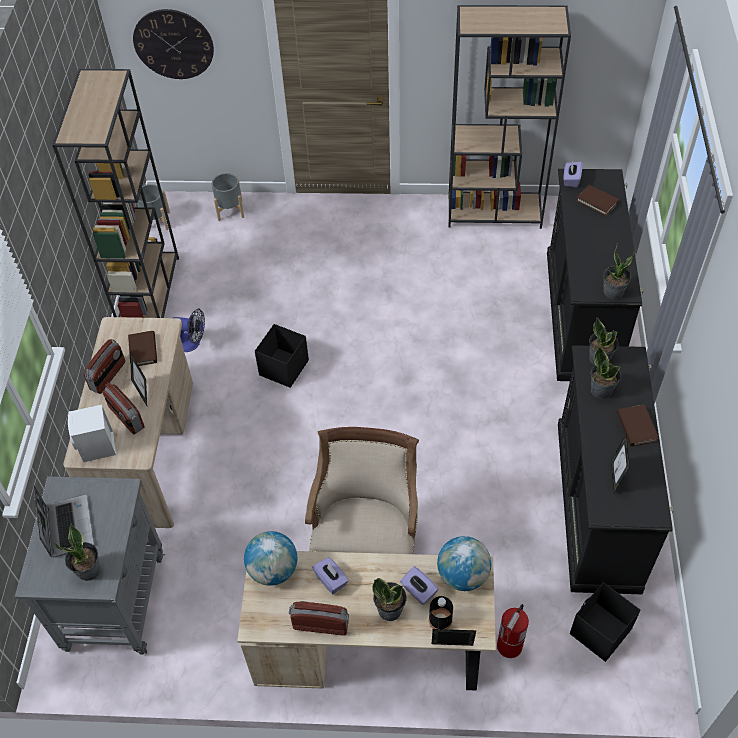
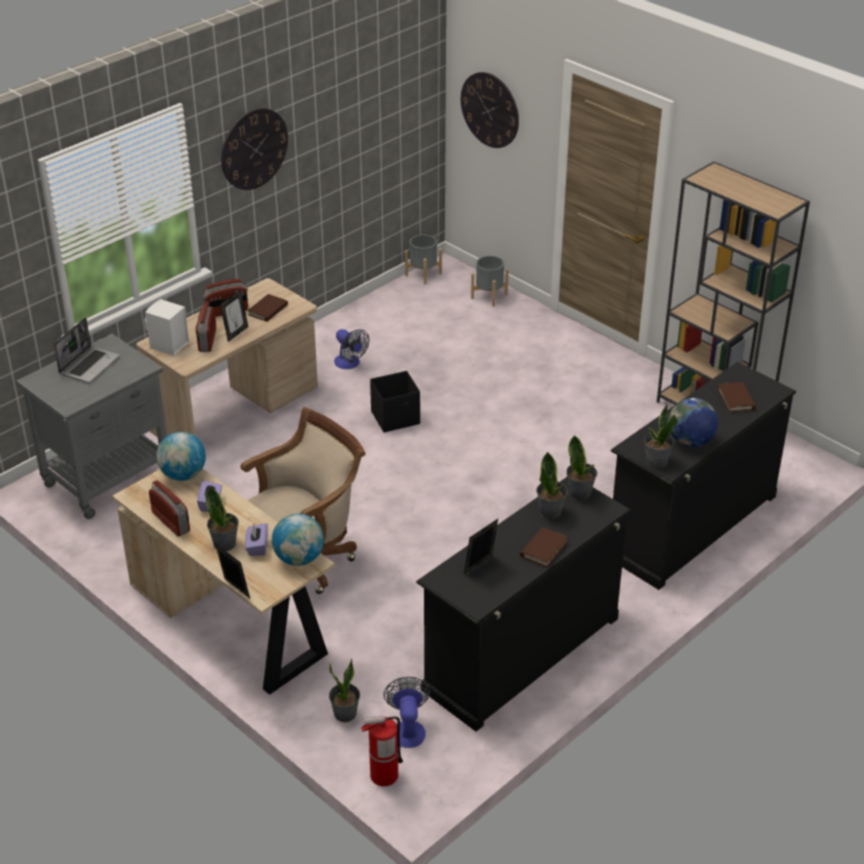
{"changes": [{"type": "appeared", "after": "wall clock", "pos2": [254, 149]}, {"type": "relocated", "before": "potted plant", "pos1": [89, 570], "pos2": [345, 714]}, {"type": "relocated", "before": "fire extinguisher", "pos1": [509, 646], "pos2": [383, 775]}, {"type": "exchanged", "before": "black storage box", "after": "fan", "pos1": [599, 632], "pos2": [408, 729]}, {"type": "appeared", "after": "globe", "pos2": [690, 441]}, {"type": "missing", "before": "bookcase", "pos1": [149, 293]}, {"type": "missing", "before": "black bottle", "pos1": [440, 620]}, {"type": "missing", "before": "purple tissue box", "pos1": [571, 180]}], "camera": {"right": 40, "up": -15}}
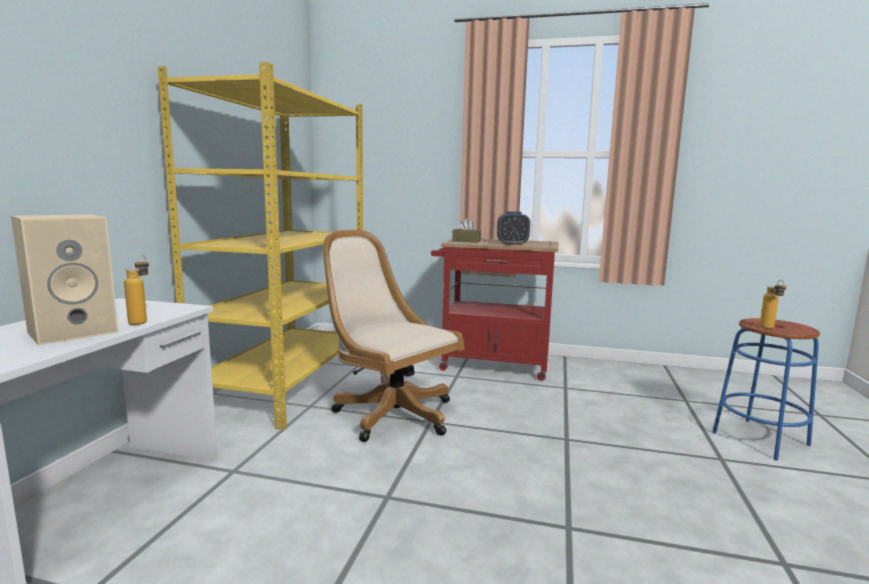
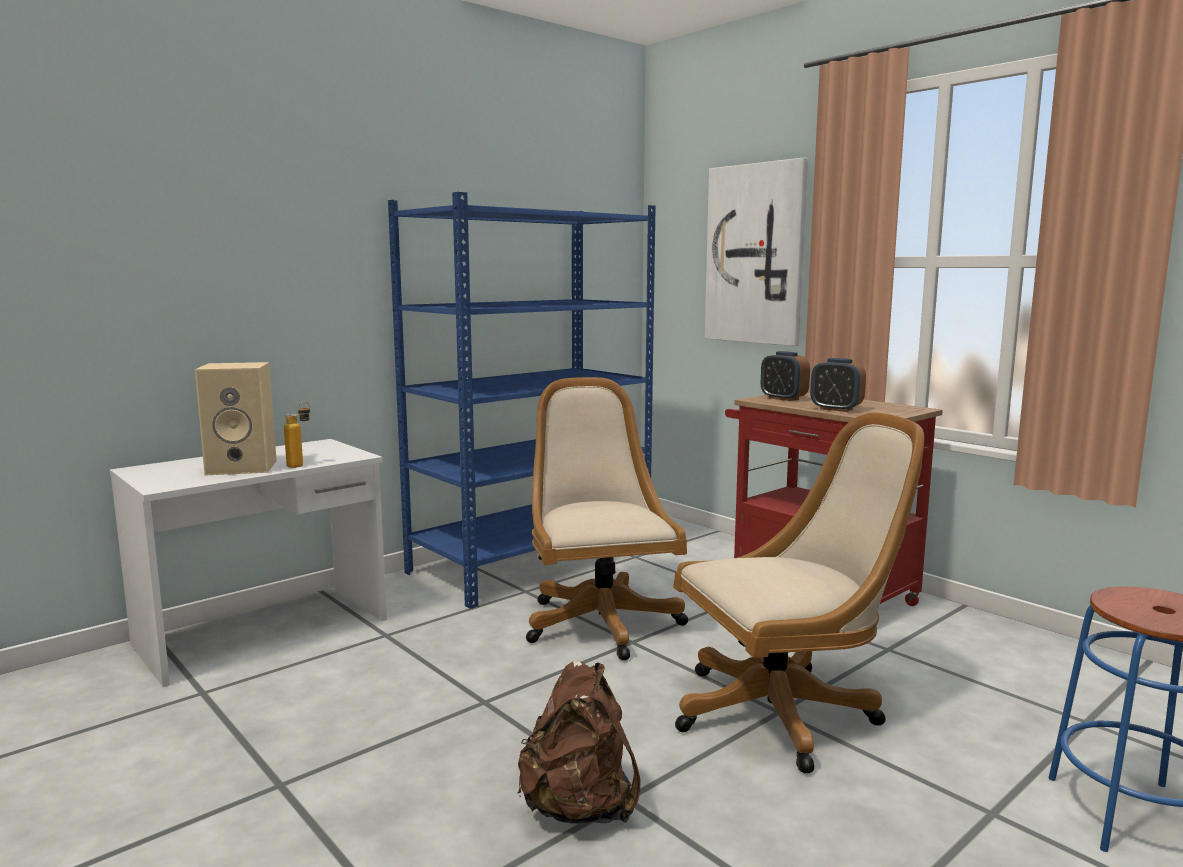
{"changes": [{"type": "colour", "before": "yellow bookcase", "after": "blue bookcase", "pos1": [287, 384], "pos2": [531, 562]}, {"type": "appeared", "after": "brown backpack", "pos2": [579, 808]}, {"type": "appeared", "after": "office chair", "pos2": [786, 710]}, {"type": "appeared", "after": "picture", "pos2": [755, 254]}, {"type": "exchanged", "before": "brown tissue box", "after": "alarm clock", "pos1": [466, 241], "pos2": [783, 398]}, {"type": "missing", "before": "bottle", "pos1": [769, 329]}], "camera": {"right": 35, "up": 0}}
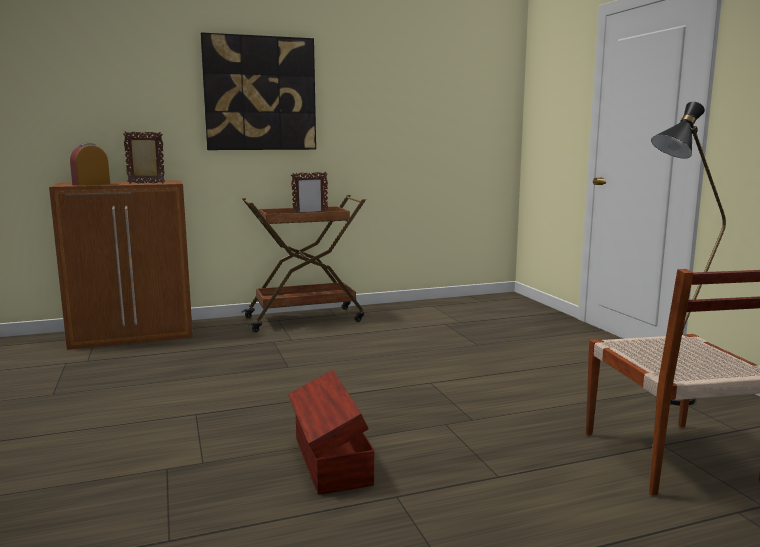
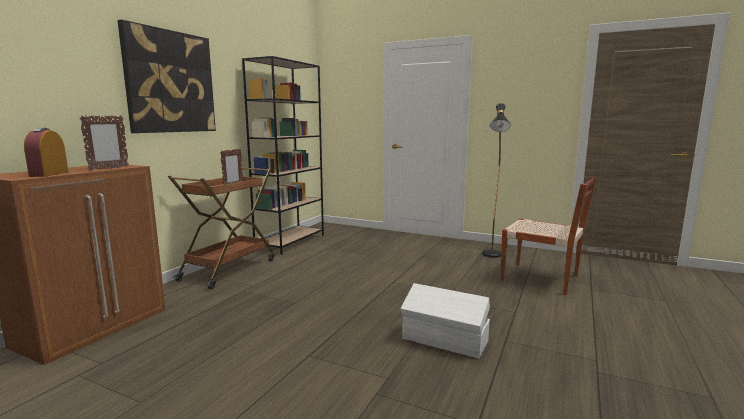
{"changes": [{"type": "spun", "before": "picture frame", "pos1": [146, 183], "pos2": [108, 168], "turn": 150}, {"type": "appeared", "after": "beige bookcase", "pos2": [290, 242]}, {"type": "colour", "before": "brown storage box", "after": "white storage box", "pos1": [330, 461], "pos2": [445, 340]}], "camera": {"right": -45, "up": 0}}
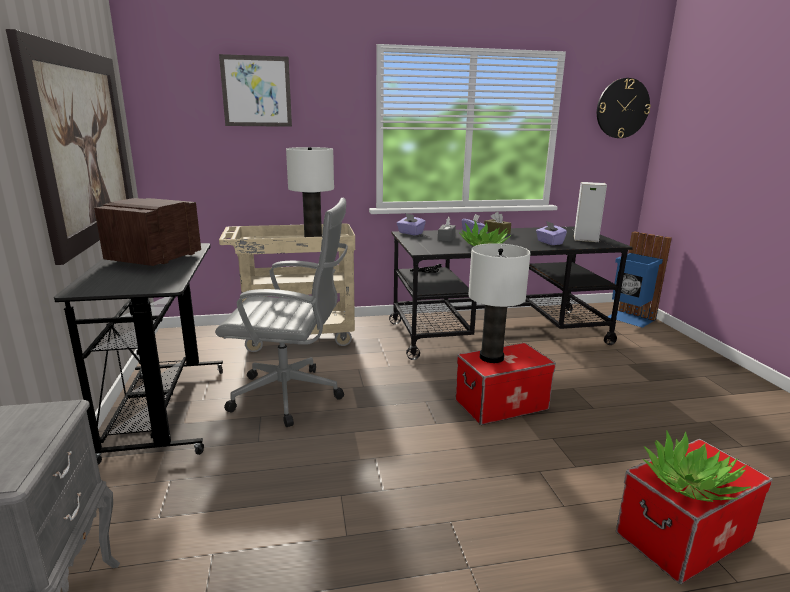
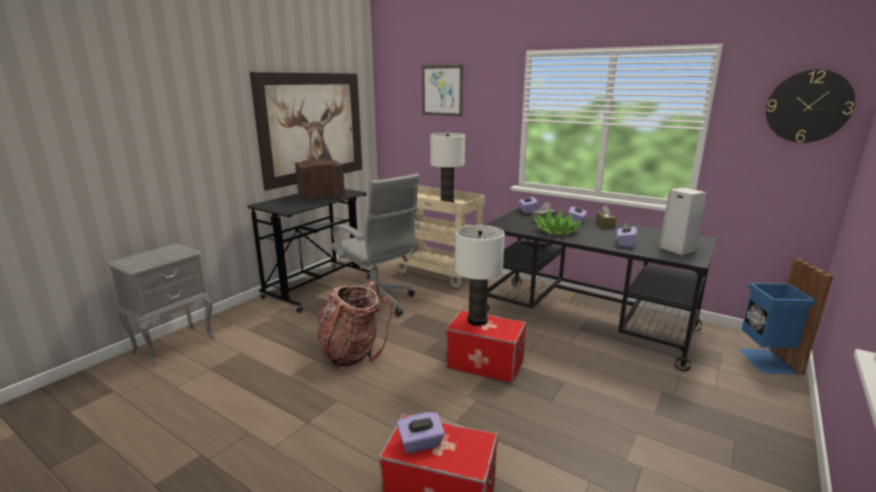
{"changes": [{"type": "appeared", "after": "backpack", "pos2": [352, 352]}, {"type": "exchanged", "before": "potted plant", "after": "purple tissue box", "pos1": [690, 483], "pos2": [421, 443]}], "camera": {"right": 45, "up": 0}}
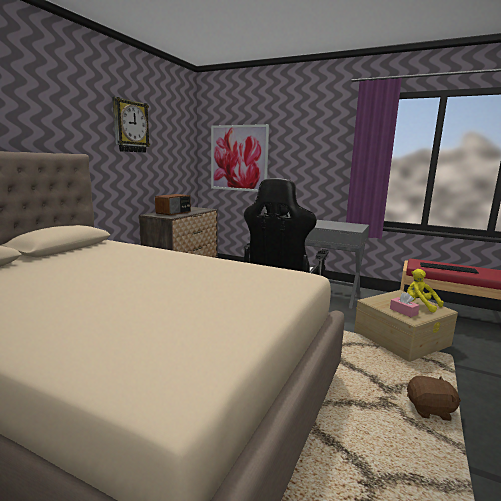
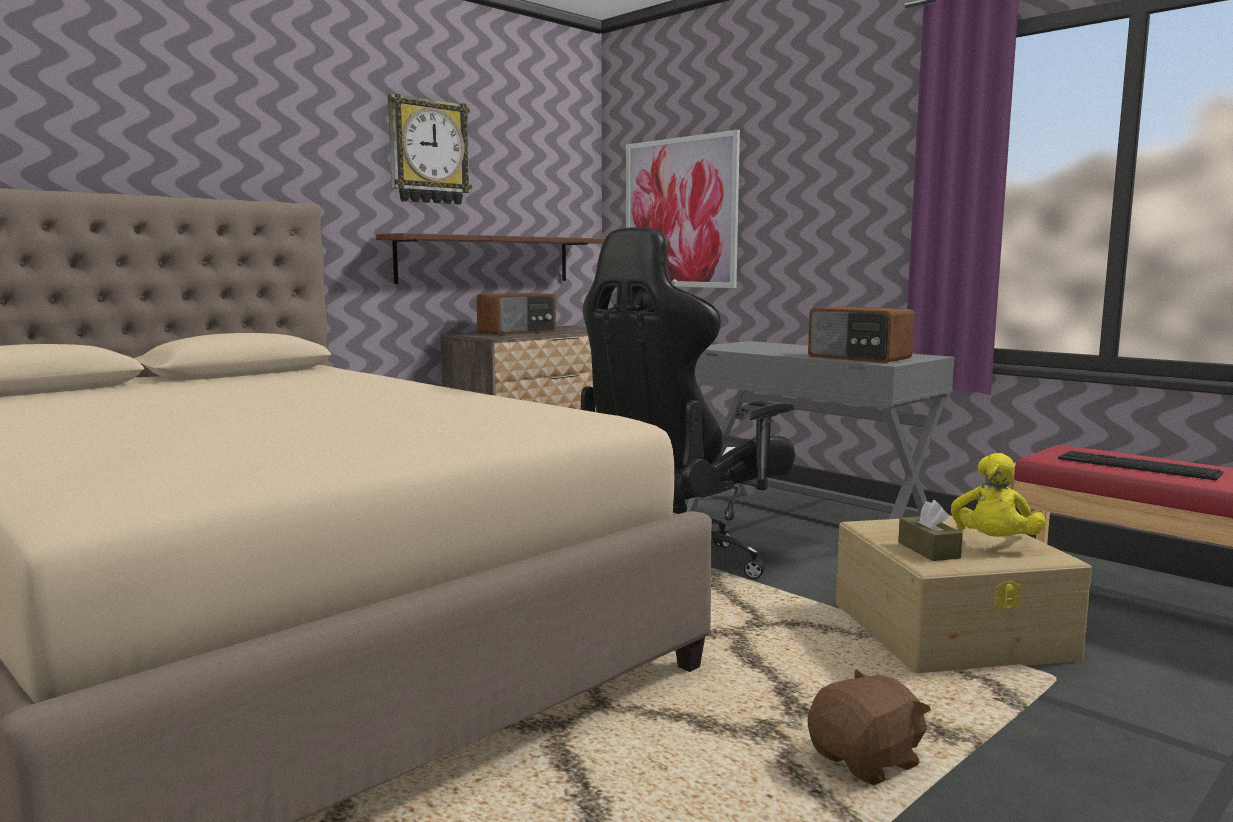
{"changes": [{"type": "appeared", "after": "brown shelf", "pos2": [485, 259]}, {"type": "appeared", "after": "radio", "pos2": [859, 357]}, {"type": "spun", "before": "brown plush toy", "pos1": [430, 410], "pos2": [866, 761], "turn": -60}, {"type": "colour", "before": "pink tissue box", "after": "brown tissue box", "pos1": [403, 311], "pos2": [928, 550]}, {"type": "spun", "before": "yellow plush toy", "pos1": [420, 305], "pos2": [994, 544], "turn": -135}], "camera": {"right": 20, "up": -5}}
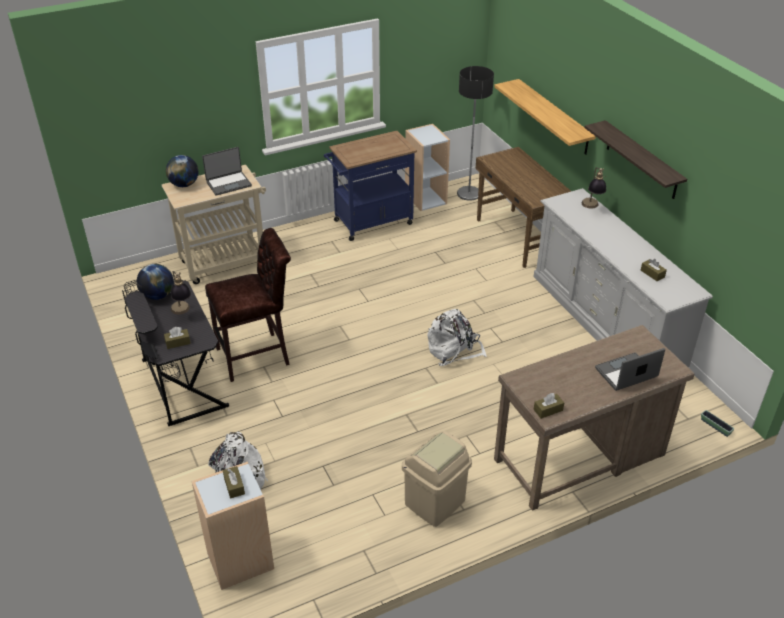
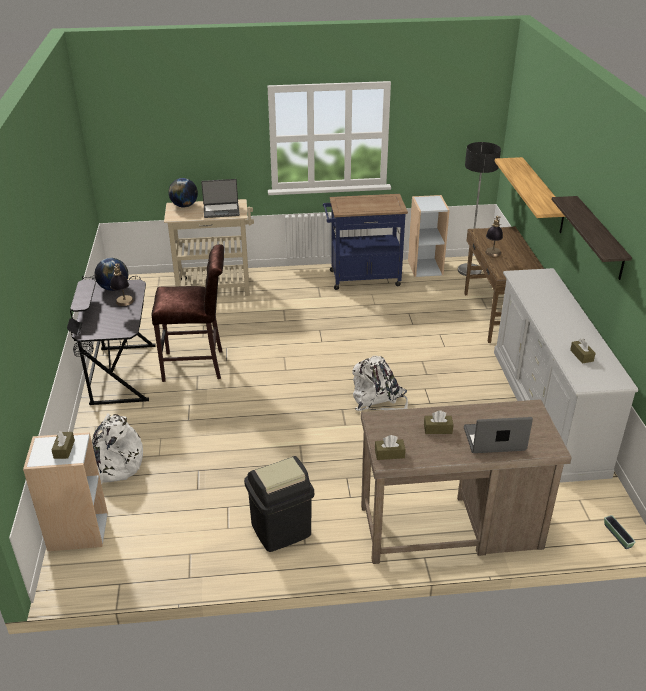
{"changes": [{"type": "colour", "before": "beige trash can", "after": "black trash can", "pos1": [435, 503], "pos2": [281, 530]}, {"type": "relocated", "before": "brown tissue box", "pos1": [178, 342], "pos2": [438, 429]}, {"type": "relocated", "before": "table lamp", "pos1": [591, 208], "pos2": [492, 256]}], "camera": {"right": 20, "up": -5}}
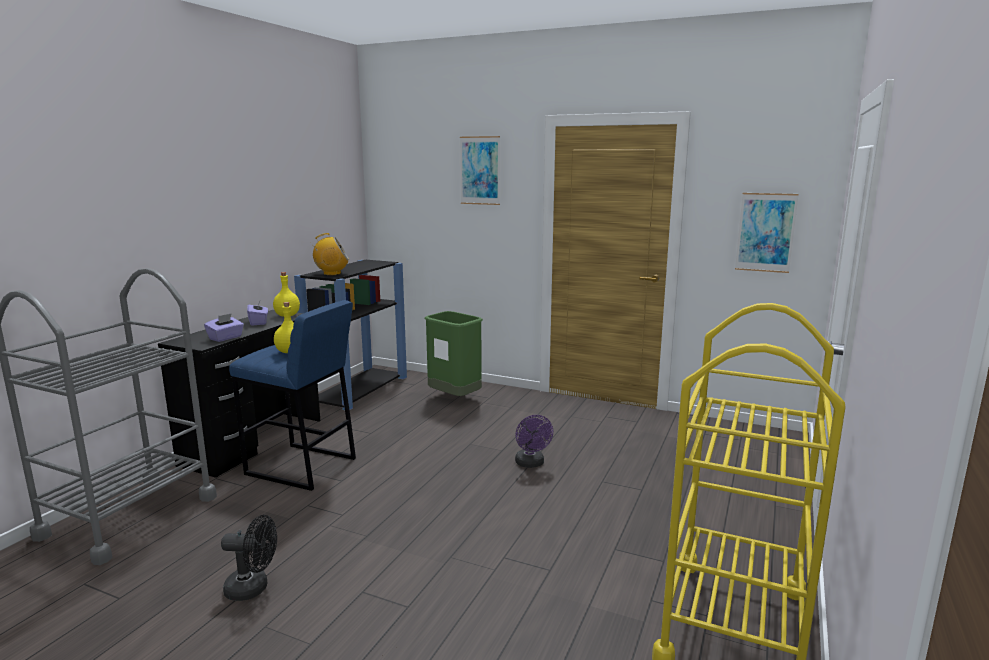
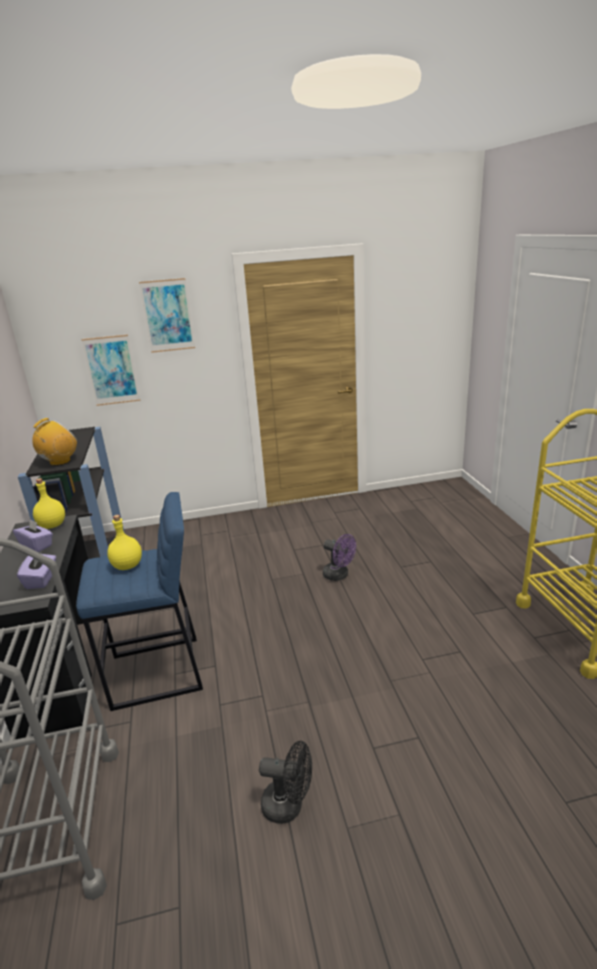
{"changes": [{"type": "relocated", "before": "picture", "pos1": [765, 232], "pos2": [111, 370]}, {"type": "spun", "before": "black fan", "pos1": [253, 588], "pos2": [289, 805], "turn": 45}, {"type": "missing", "before": "green trash can", "pos1": [455, 398]}], "camera": {"right": -35, "up": 10}}
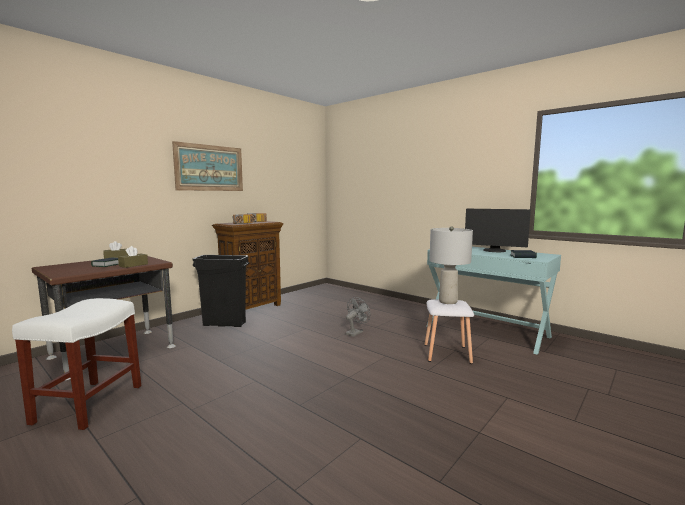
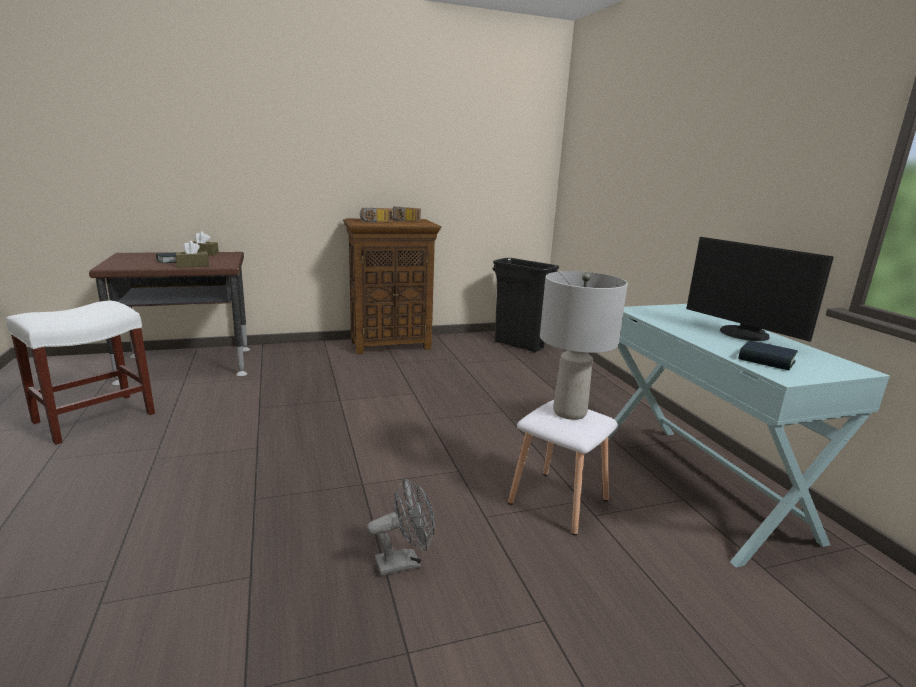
{"changes": [{"type": "relocated", "before": "grey fan", "pos1": [356, 332], "pos2": [404, 562]}, {"type": "relocated", "before": "black trash can", "pos1": [224, 324], "pos2": [518, 345]}, {"type": "missing", "before": "picture", "pos1": [209, 168]}], "camera": {"right": 30, "up": 10}}
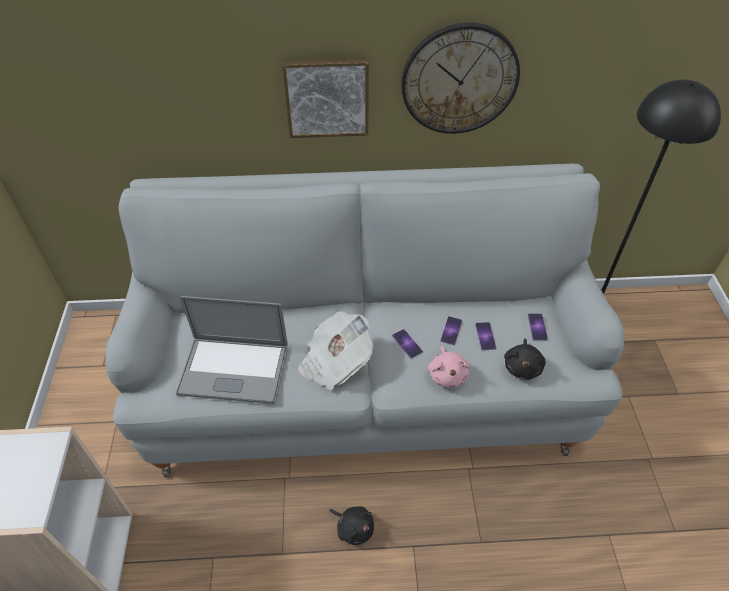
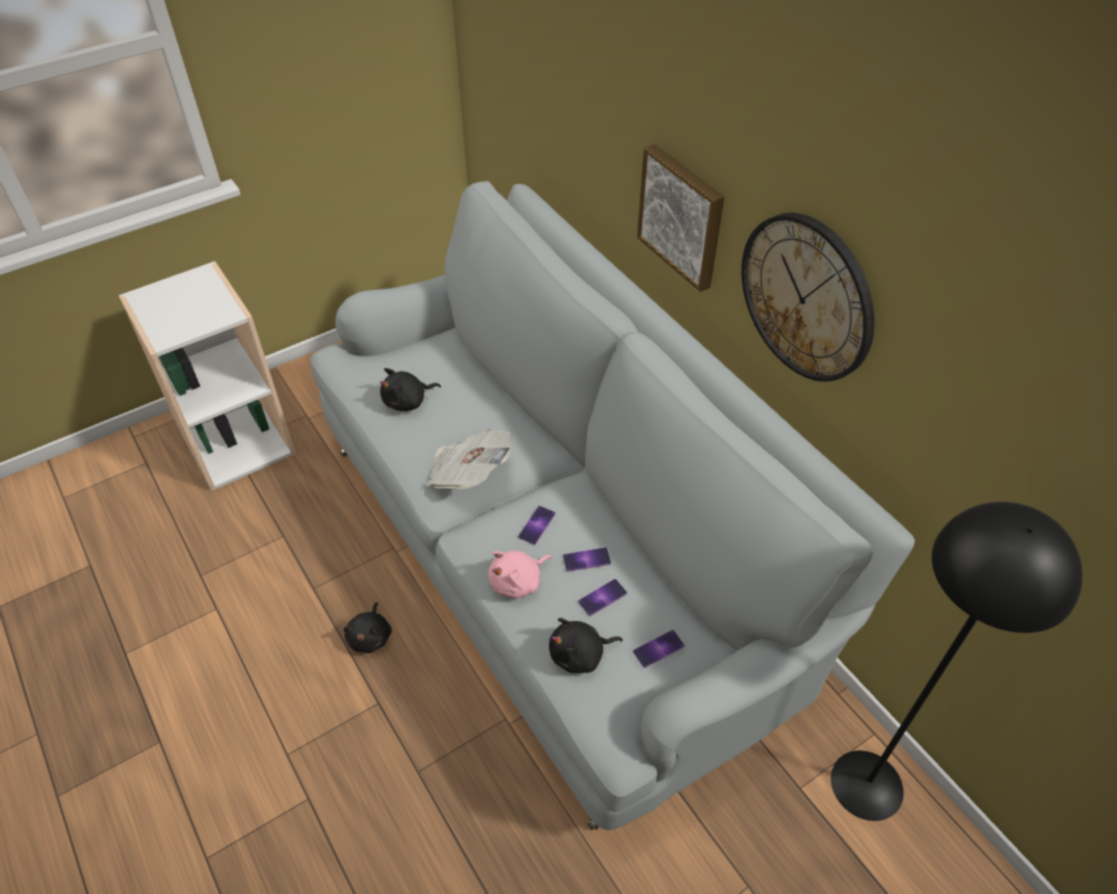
{"changes": [{"type": "exchanged", "before": "laptop", "after": "black plush toy", "pos1": [234, 370], "pos2": [408, 401]}], "camera": {"right": 60, "up": 0}}
